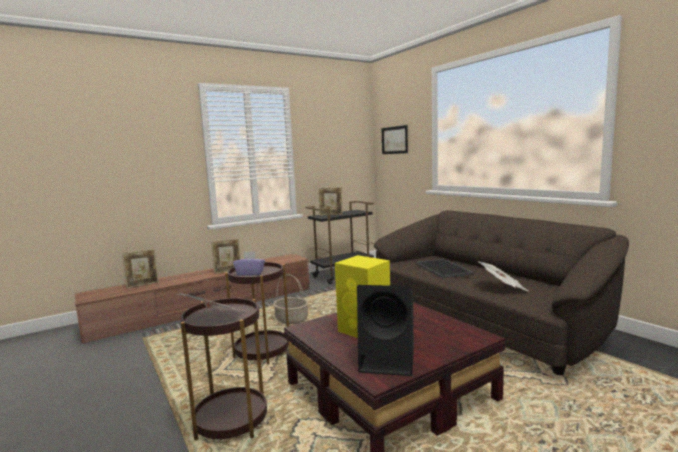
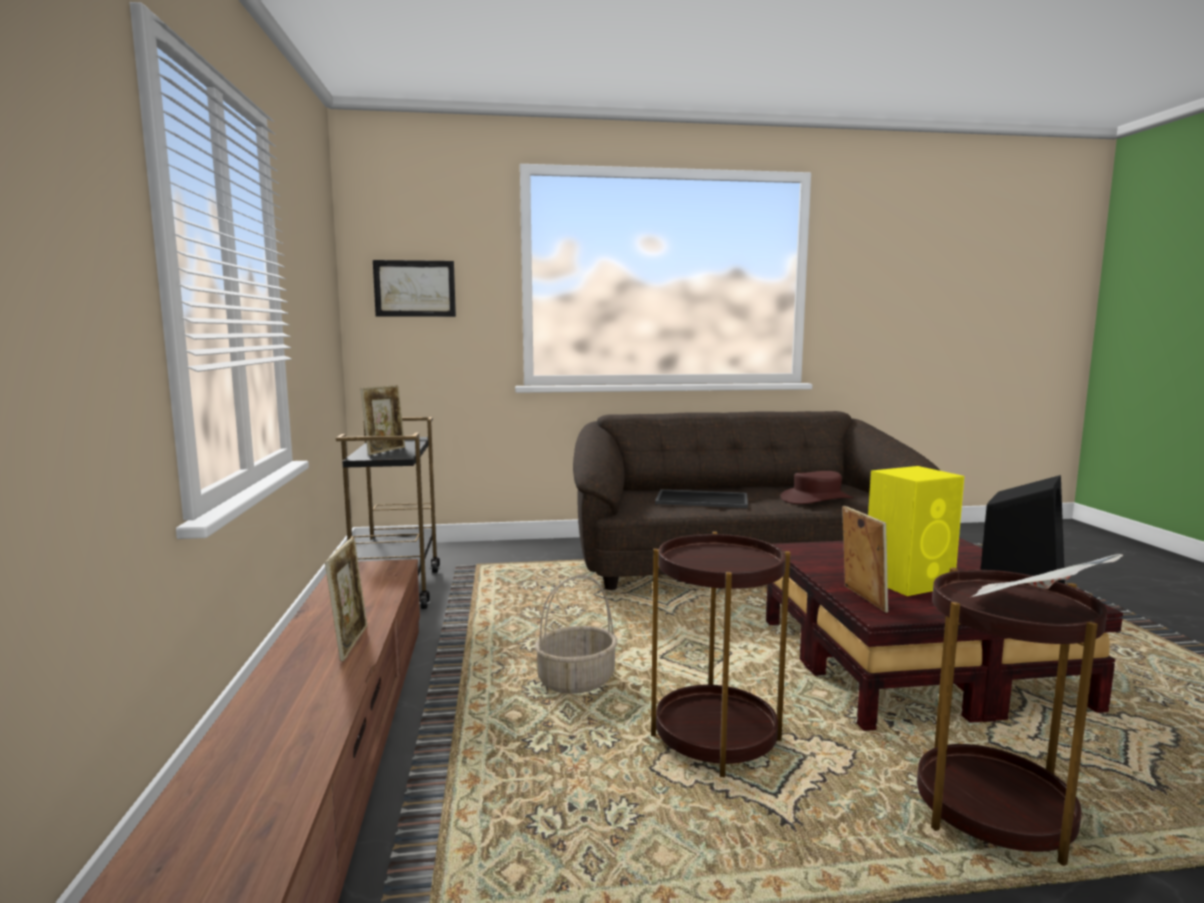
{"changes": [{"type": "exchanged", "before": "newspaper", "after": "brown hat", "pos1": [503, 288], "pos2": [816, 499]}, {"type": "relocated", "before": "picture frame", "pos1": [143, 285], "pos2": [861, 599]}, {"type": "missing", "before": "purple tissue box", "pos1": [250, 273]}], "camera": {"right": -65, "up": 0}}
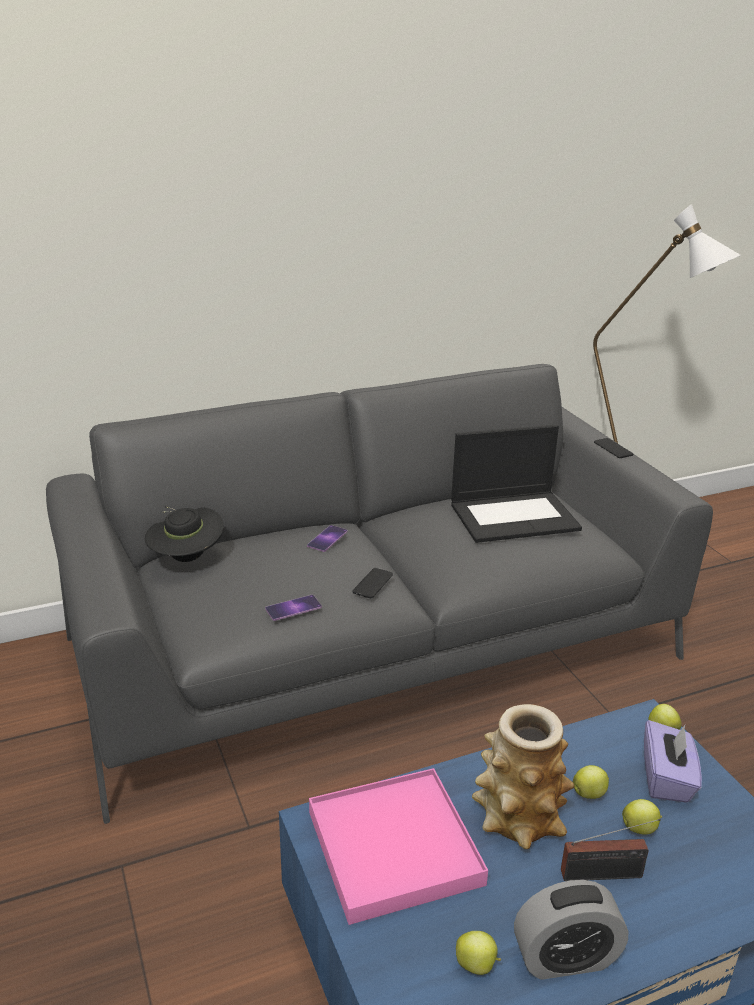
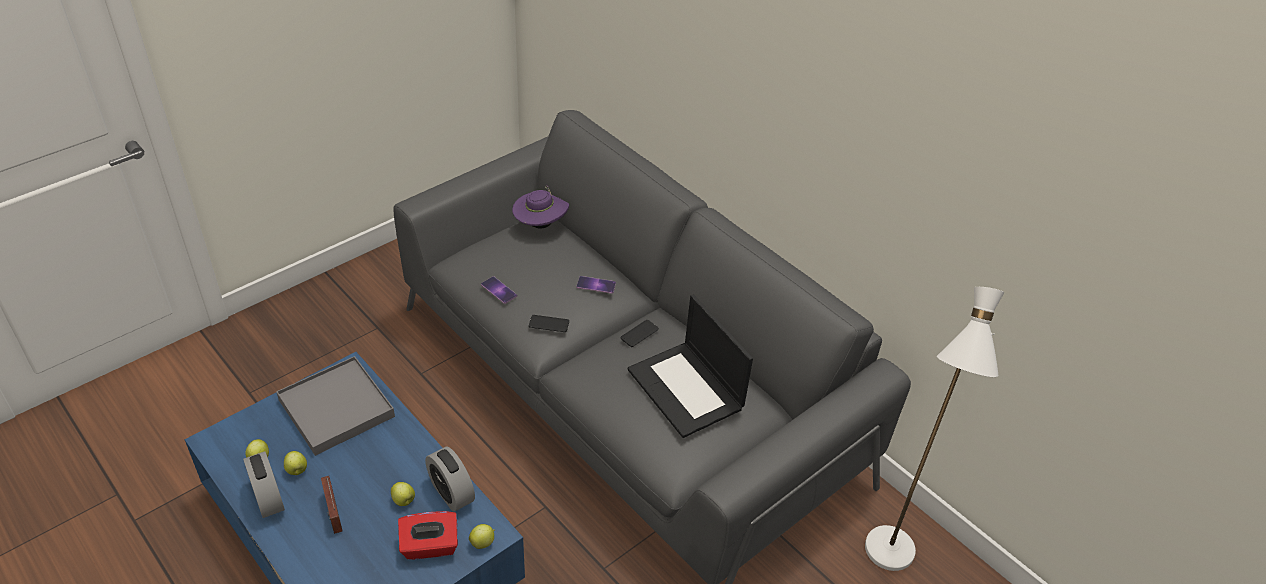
{"changes": [{"type": "colour", "before": "pink tray", "after": "grey tray", "pos1": [393, 847], "pos2": [336, 408]}, {"type": "relocated", "before": "apple", "pos1": [639, 828], "pos2": [297, 470]}, {"type": "colour", "before": "purple tissue box", "after": "red tissue box", "pos1": [667, 779], "pos2": [430, 546]}, {"type": "appeared", "after": "alarm clock", "pos2": [451, 493]}, {"type": "colour", "before": "black hat", "after": "purple hat", "pos1": [186, 558], "pos2": [541, 224]}, {"type": "relocated", "before": "phone", "pos1": [613, 448], "pos2": [639, 333]}, {"type": "missing", "before": "vase", "pos1": [518, 817]}], "camera": {"right": 70, "up": 15}}
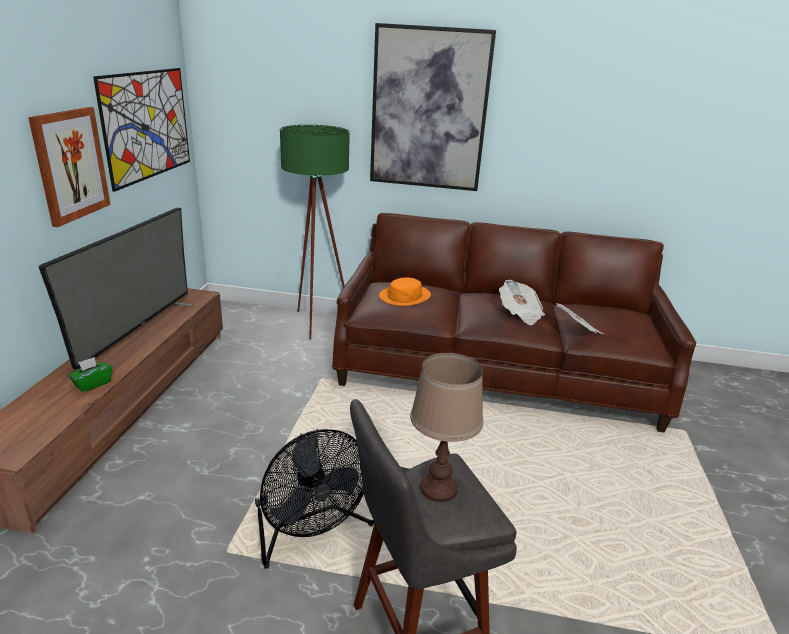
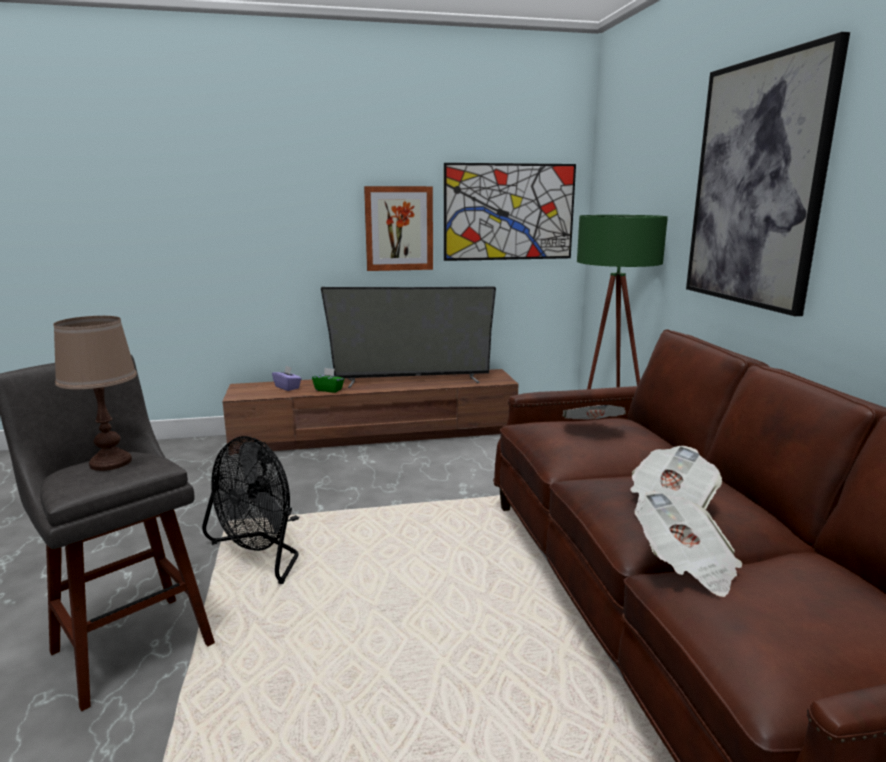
{"changes": [{"type": "appeared", "after": "purple tissue box", "pos2": [287, 387]}, {"type": "exchanged", "before": "orange hat", "after": "newspaper", "pos1": [404, 296], "pos2": [592, 429]}], "camera": {"right": 70, "up": -10}}
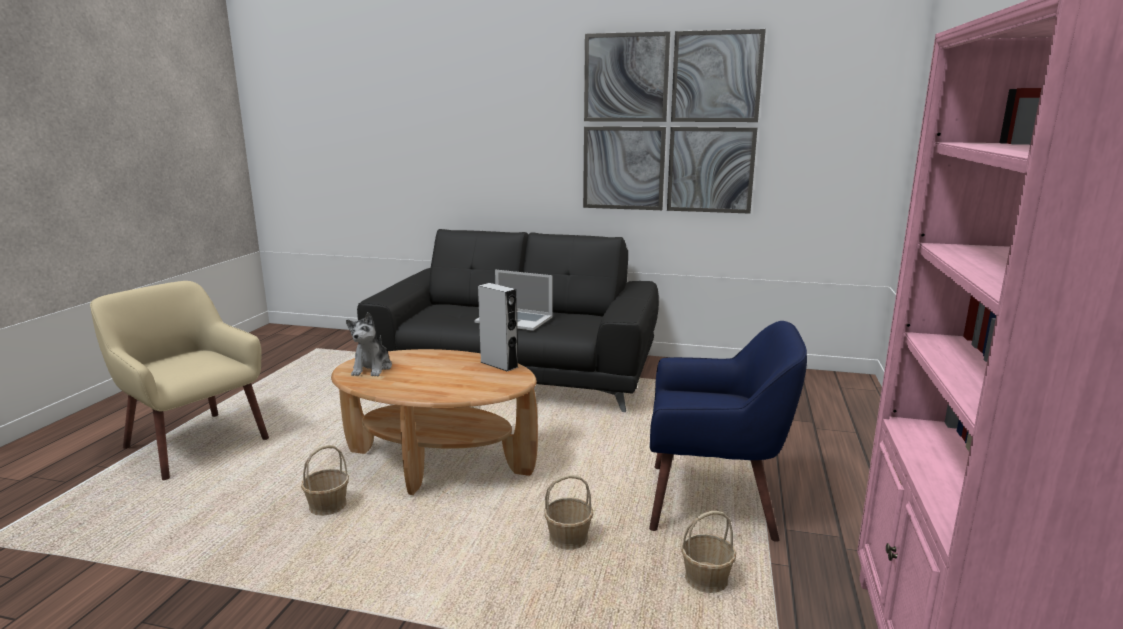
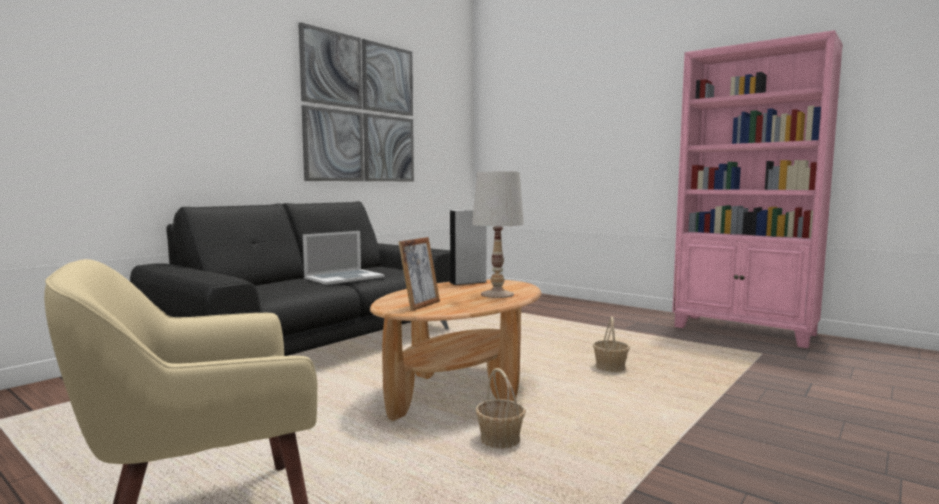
{"changes": [{"type": "exchanged", "before": "plush toy", "after": "picture frame", "pos1": [372, 368], "pos2": [420, 305]}, {"type": "appeared", "after": "white table lamp", "pos2": [497, 294]}, {"type": "missing", "before": "blue armchair", "pos1": [713, 502]}, {"type": "missing", "before": "basket", "pos1": [706, 579]}], "camera": {"right": -65, "up": -10}}
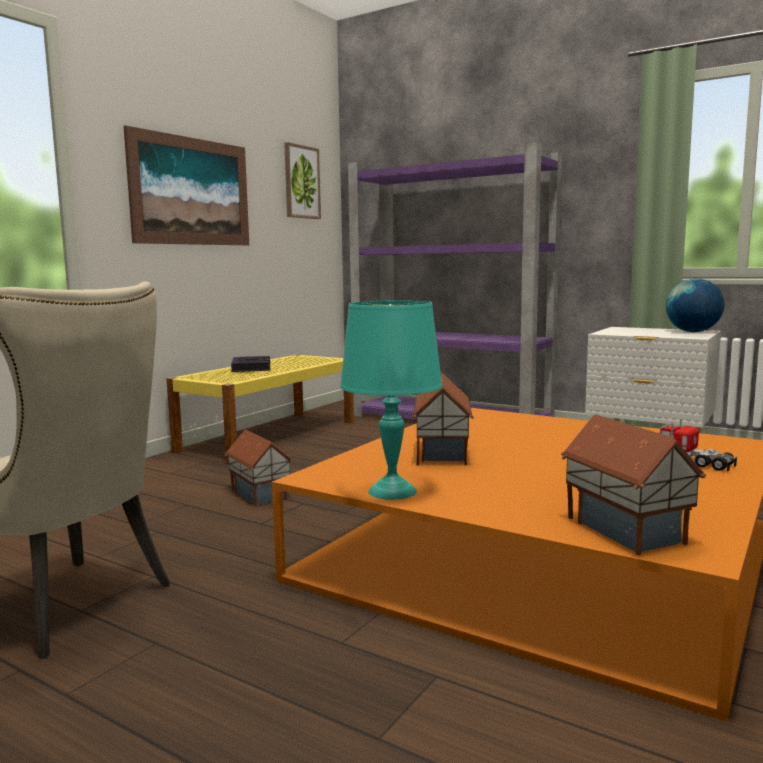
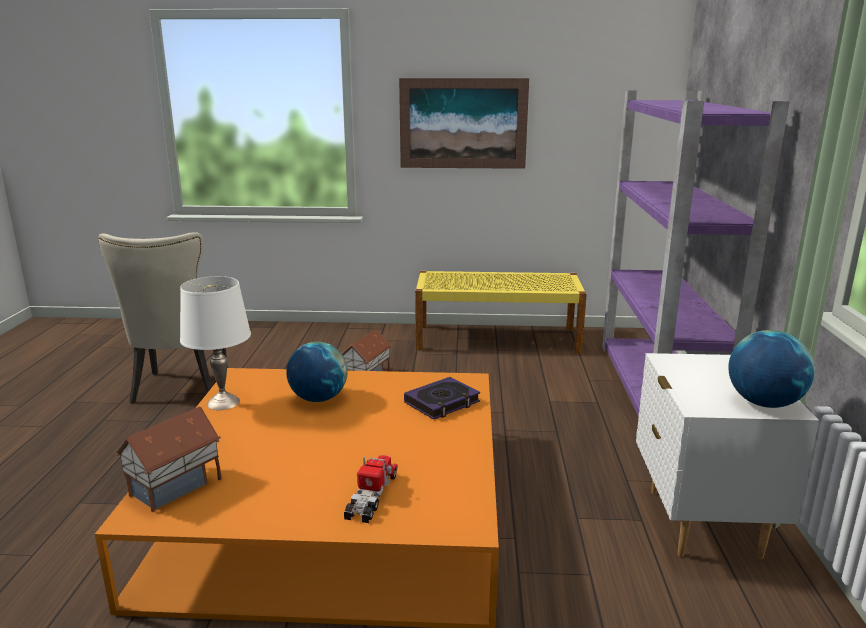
{"changes": [{"type": "colour", "before": "turquoise table lamp", "after": "white table lamp", "pos1": [391, 491], "pos2": [223, 402]}, {"type": "exchanged", "before": "toy house", "after": "globe", "pos1": [440, 454], "pos2": [318, 398]}, {"type": "relocated", "before": "book", "pos1": [251, 368], "pos2": [442, 403]}, {"type": "missing", "before": "picture", "pos1": [301, 182]}], "camera": {"right": 60, "up": 10}}
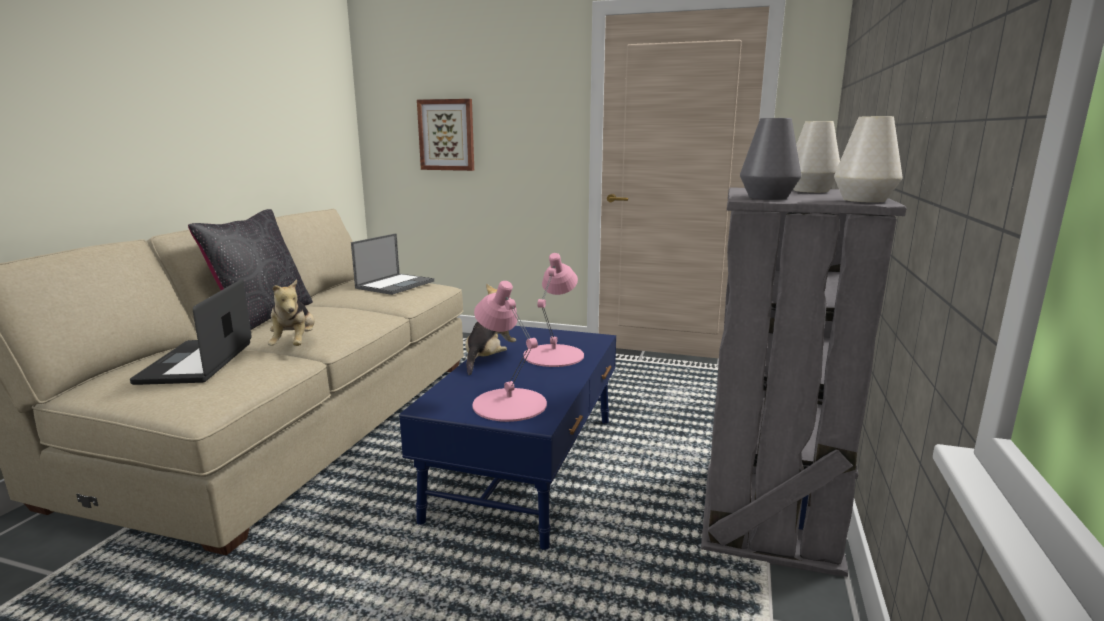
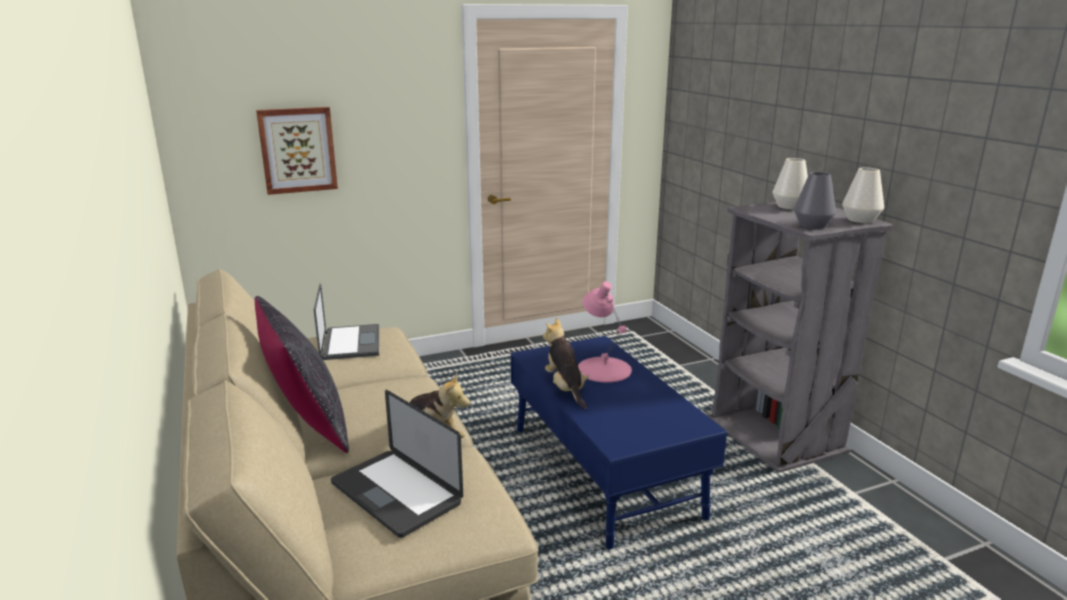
{"changes": [{"type": "missing", "before": "pink table lamp", "pos1": [509, 404]}], "camera": {"right": -40, "up": 5}}
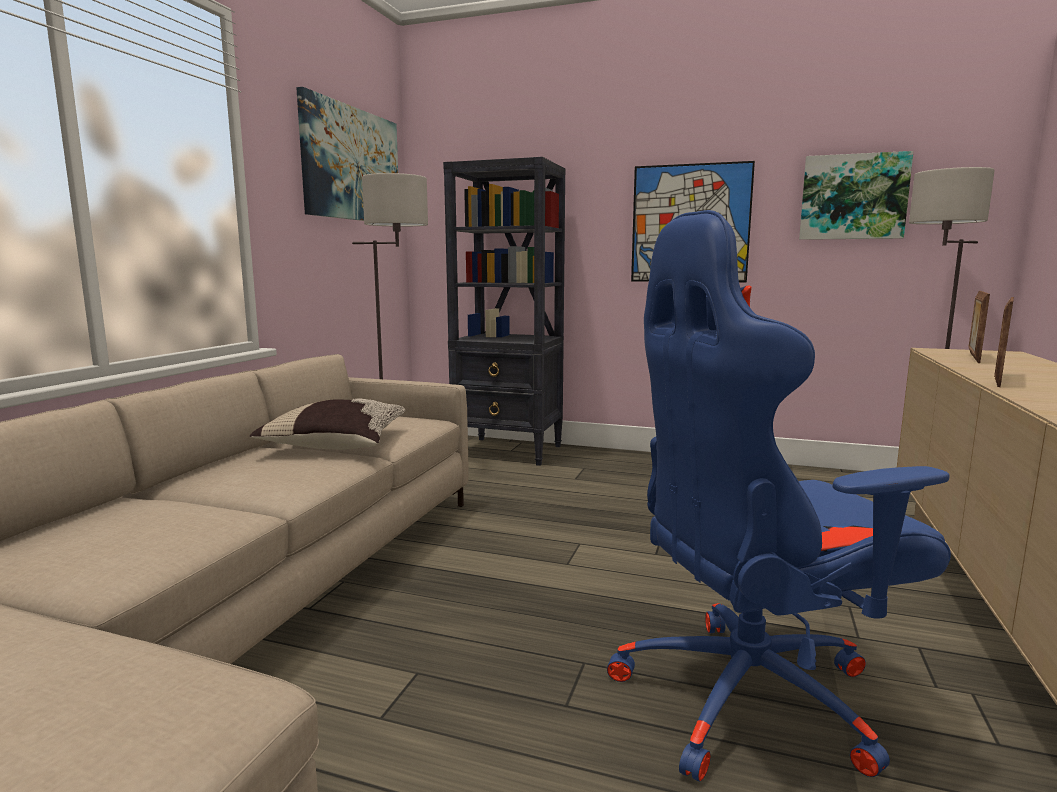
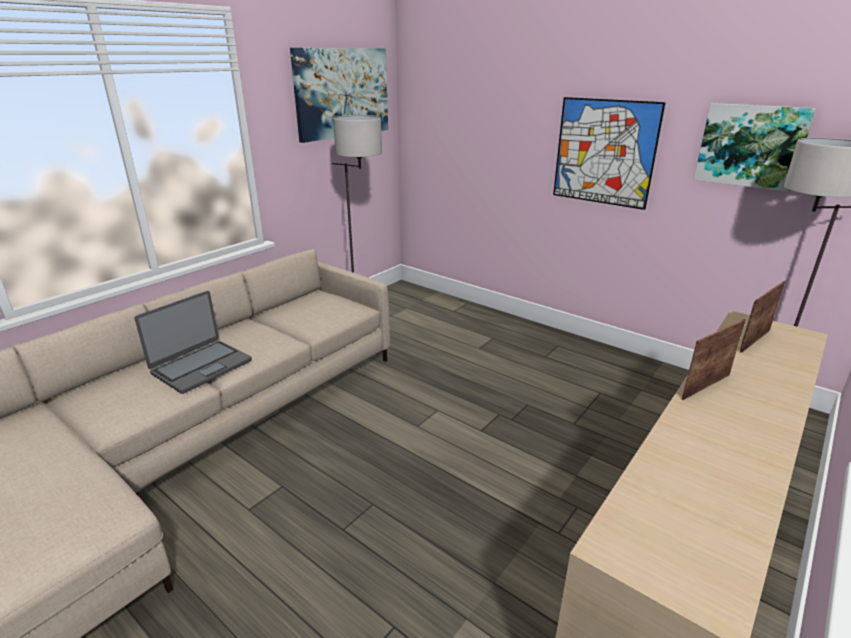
{"changes": [{"type": "appeared", "after": "laptop", "pos2": [201, 366]}, {"type": "missing", "before": "pillow", "pos1": [335, 444]}, {"type": "missing", "before": "black bookcase", "pos1": [509, 451]}, {"type": "missing", "before": "blue office chair", "pos1": [764, 693]}], "camera": {"right": 20, "up": 15}}
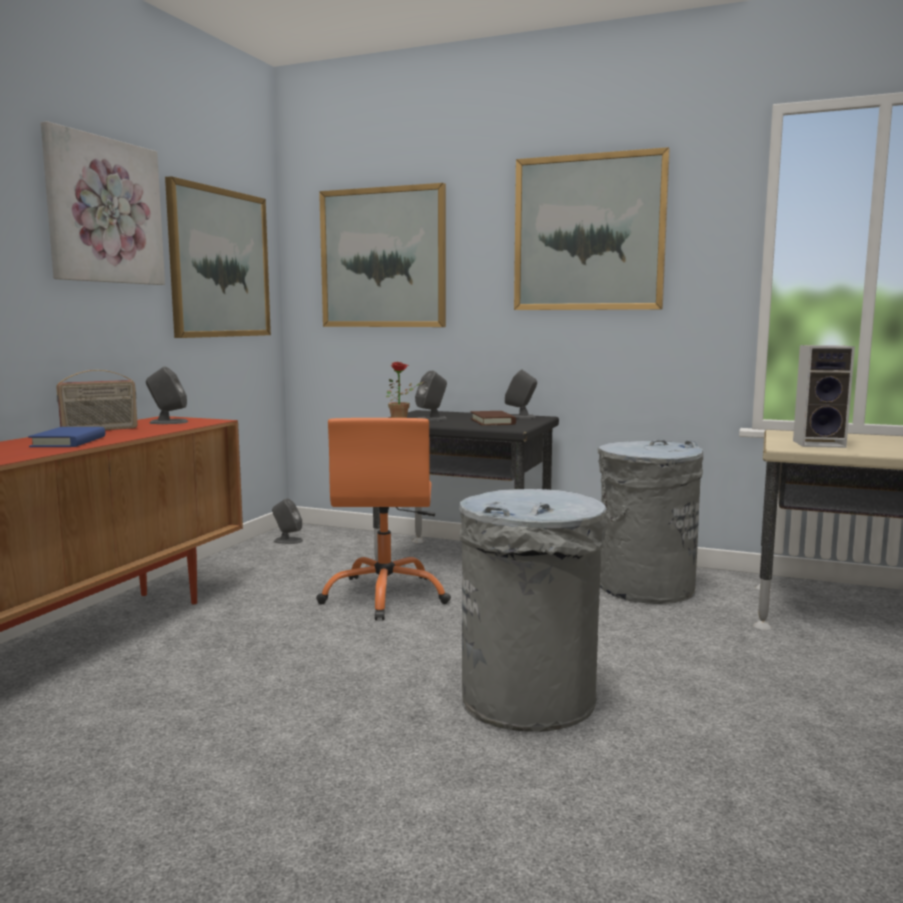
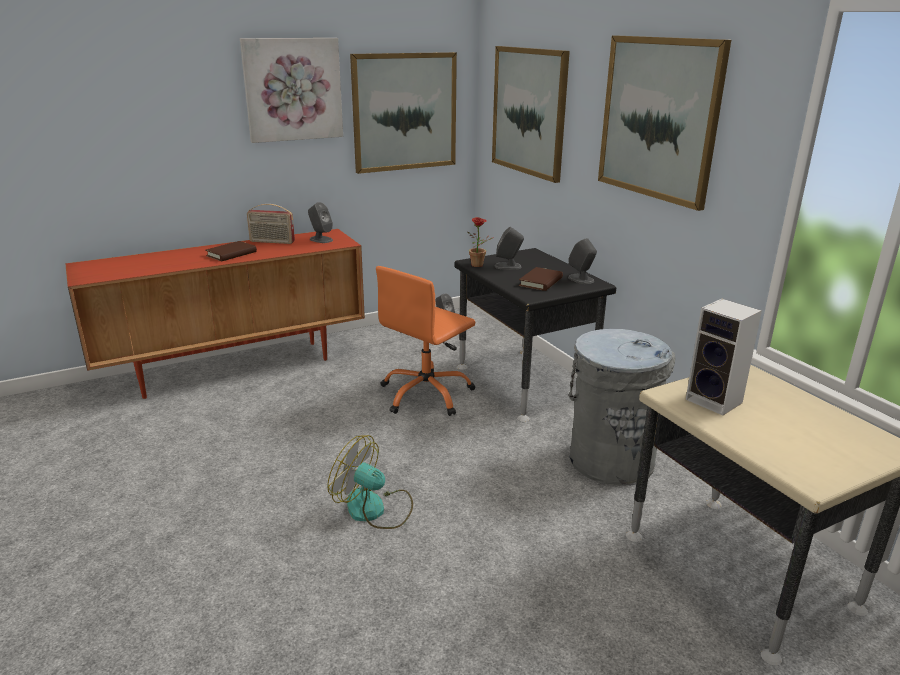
{"changes": [{"type": "colour", "before": "blue book", "after": "brown book", "pos1": [69, 442], "pos2": [231, 254]}, {"type": "exchanged", "before": "grey trash can", "after": "fan", "pos1": [529, 700], "pos2": [374, 509]}], "camera": {"right": 40, "up": 15}}
